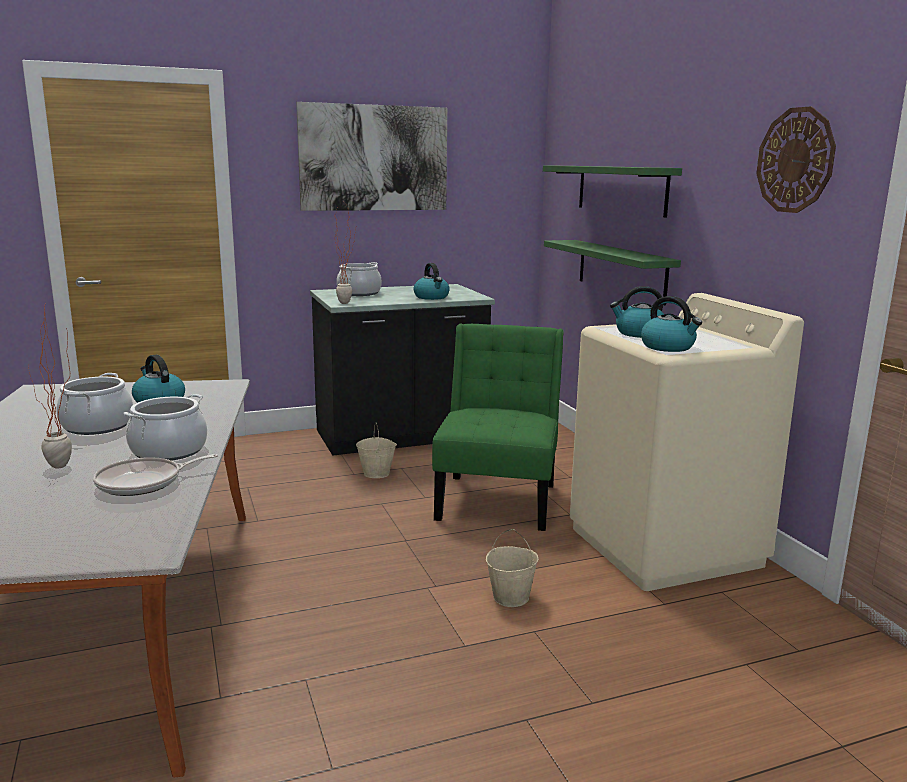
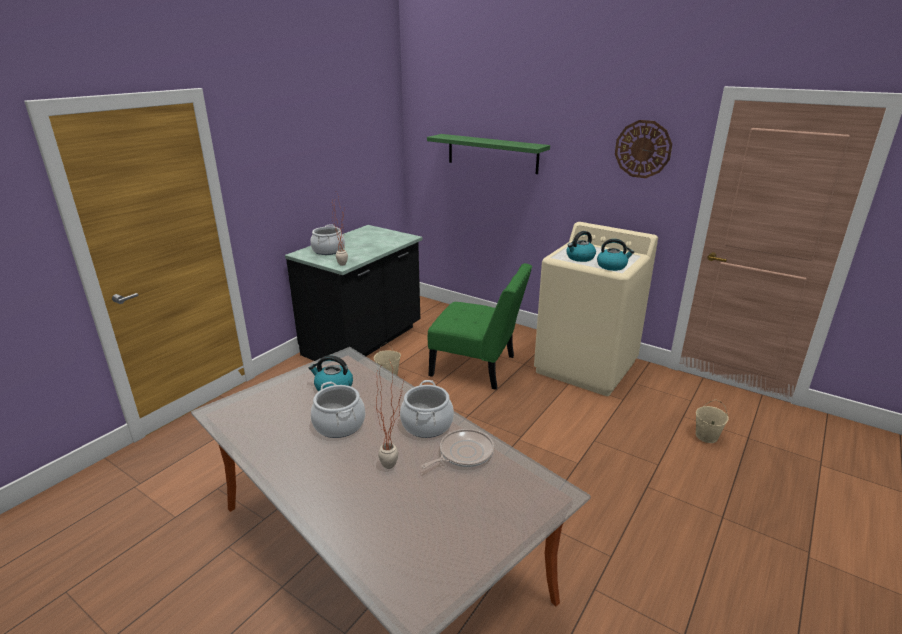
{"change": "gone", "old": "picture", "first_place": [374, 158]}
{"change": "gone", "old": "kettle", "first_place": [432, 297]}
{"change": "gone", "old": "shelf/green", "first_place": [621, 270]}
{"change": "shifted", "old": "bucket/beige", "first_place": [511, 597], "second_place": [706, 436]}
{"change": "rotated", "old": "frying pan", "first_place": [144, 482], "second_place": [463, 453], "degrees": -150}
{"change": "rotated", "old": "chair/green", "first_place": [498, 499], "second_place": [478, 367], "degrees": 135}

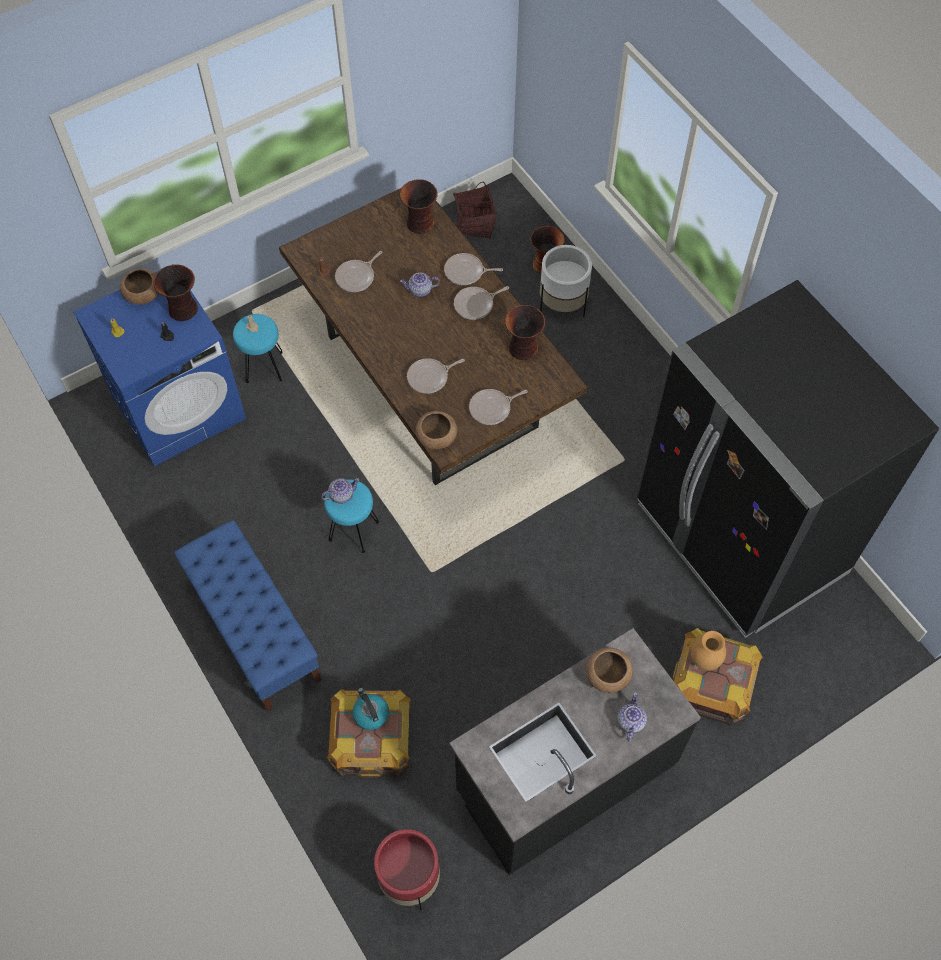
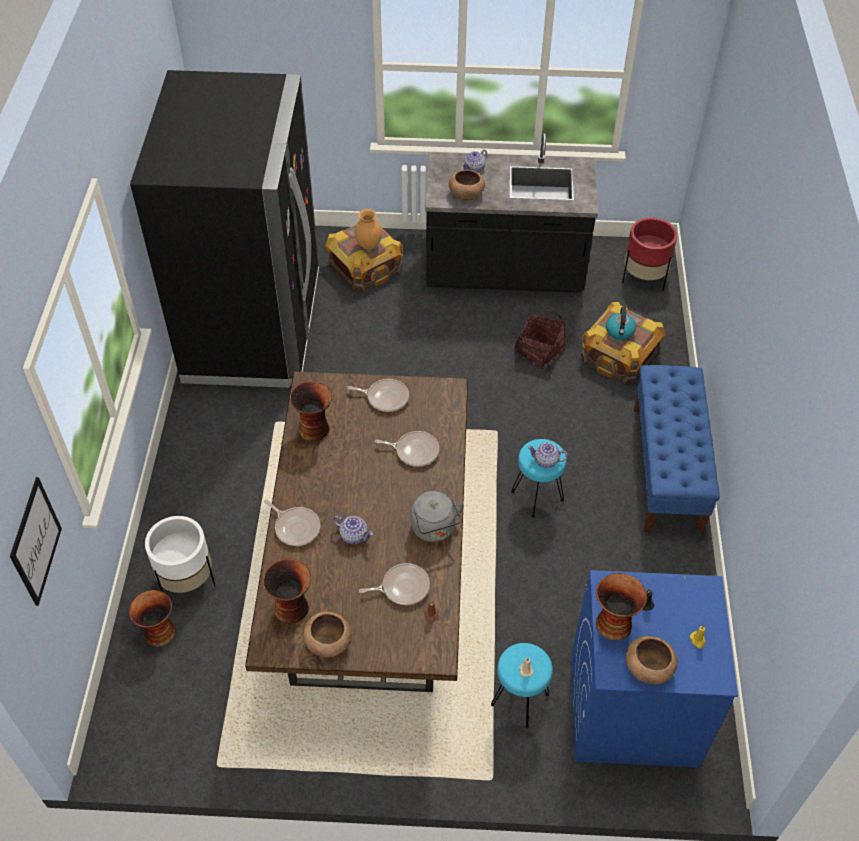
{"change": "gone", "old": "frying pan", "first_place": [476, 305]}
{"change": "new", "new": "picture", "second_place": [35, 541]}
{"change": "new", "new": "kettle/grey", "second_place": [434, 529]}
{"change": "shifted", "old": "bowl/brown", "first_place": [437, 438], "second_place": [328, 641]}
{"change": "shifted", "old": "basket", "first_place": [474, 224], "second_place": [539, 351]}

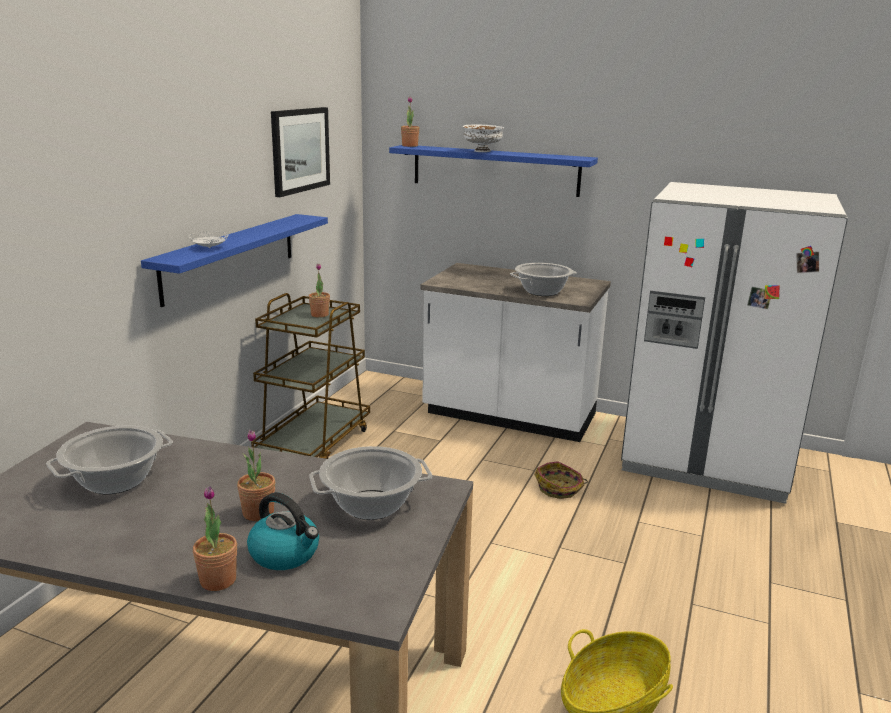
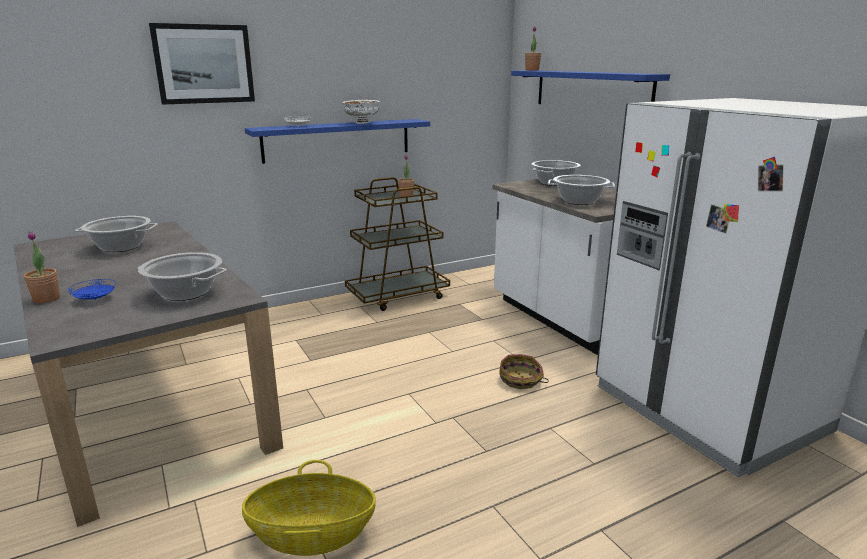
{"change": "gone", "old": "potted plant", "first_place": [258, 513]}
{"change": "new", "new": "cooking pot", "second_place": [554, 183]}
{"change": "shifted", "old": "picture", "first_place": [300, 150], "second_place": [204, 64]}
{"change": "shifted", "old": "bowl/white", "first_place": [482, 151], "second_place": [362, 123]}
{"change": "swapped", "old": "kettle", "new": "plate/blue", "first_place": [285, 554], "second_place": [95, 299]}

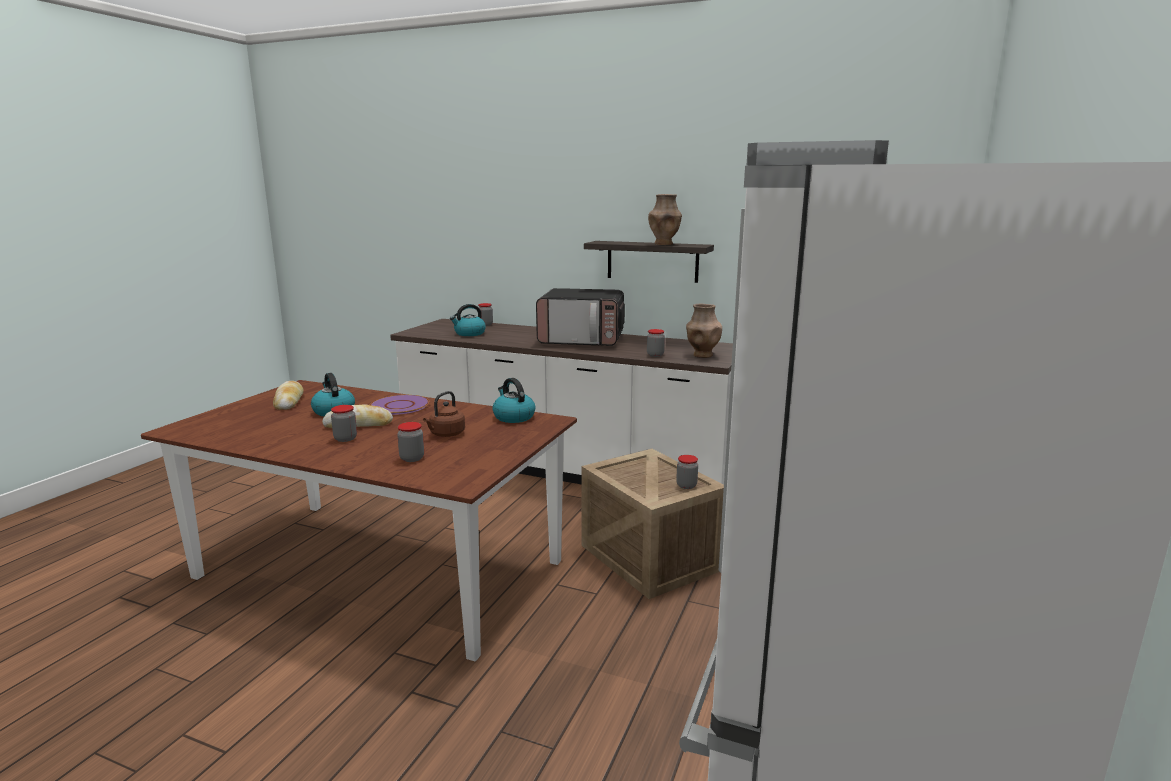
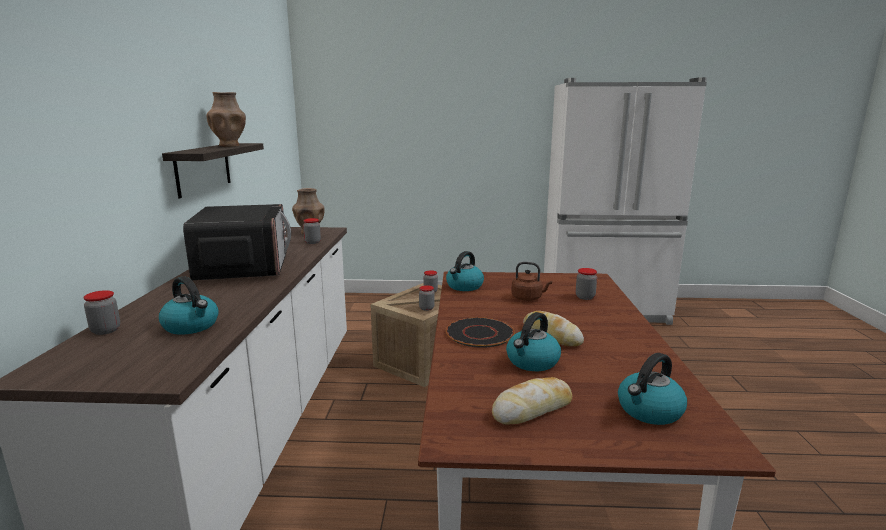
{"change": "new", "new": "kettle", "second_place": [649, 411]}
{"change": "shifted", "old": "jar", "first_place": [345, 438], "second_place": [426, 308]}
{"change": "repainted", "old": "plate/purple", "new": "plate/black", "first_place": [400, 406], "second_place": [479, 333]}

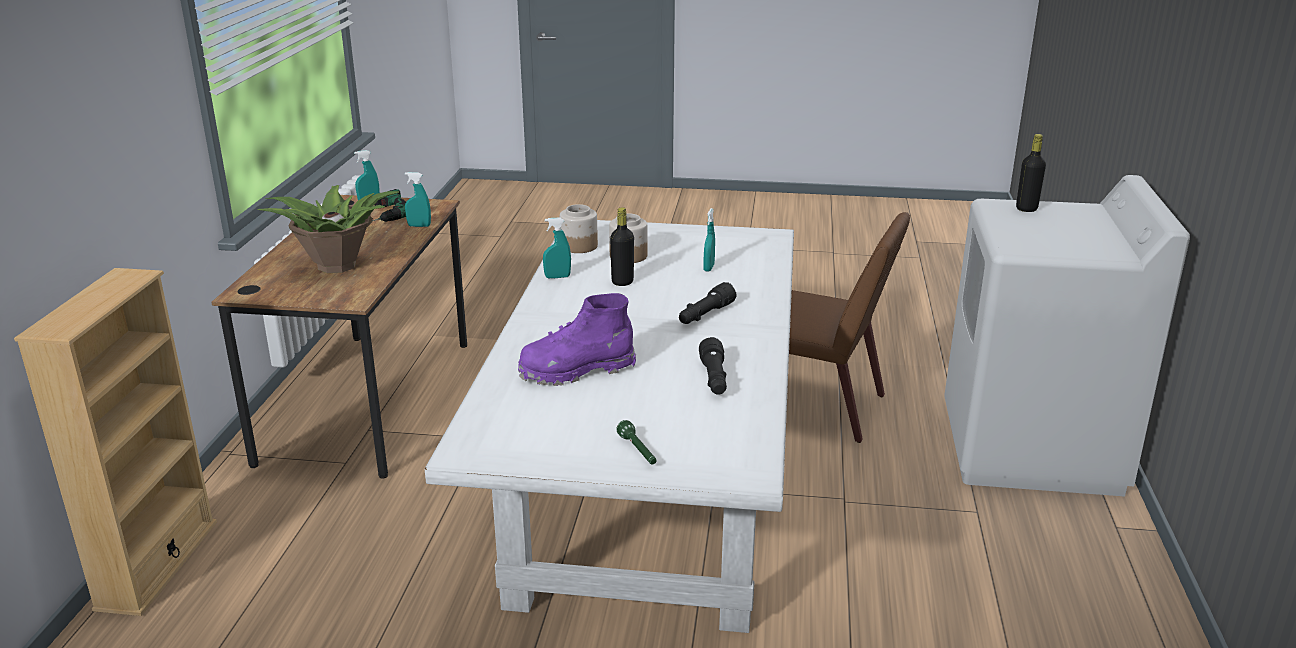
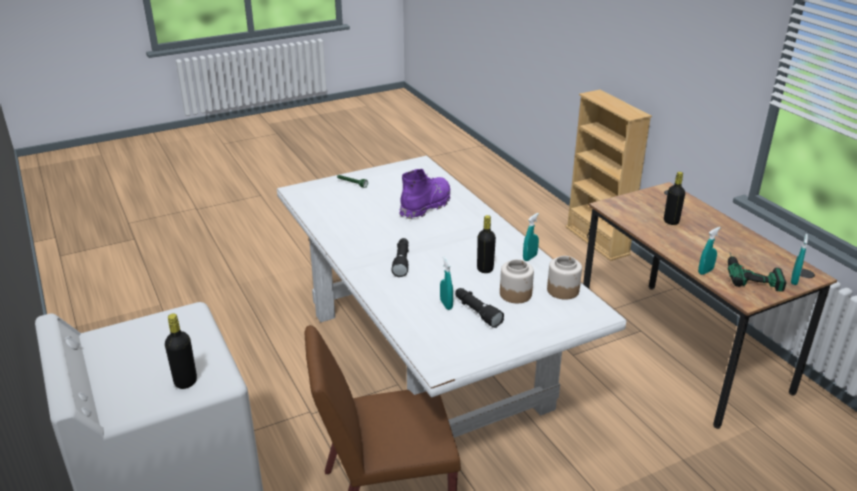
{"change": "shifted", "old": "flashlight/black", "first_place": [714, 379], "second_place": [477, 312]}
{"change": "swapped", "old": "potted plant", "new": "bottle/black", "first_place": [335, 265], "second_place": [671, 221]}

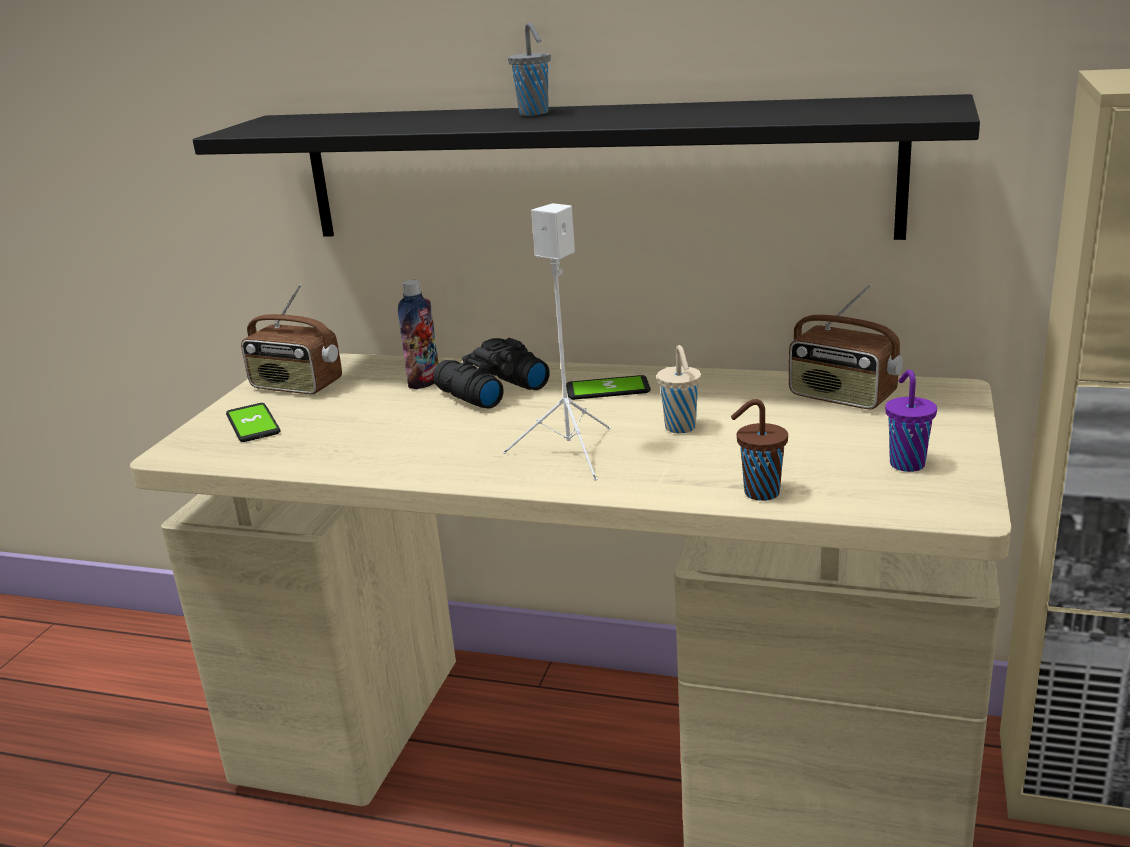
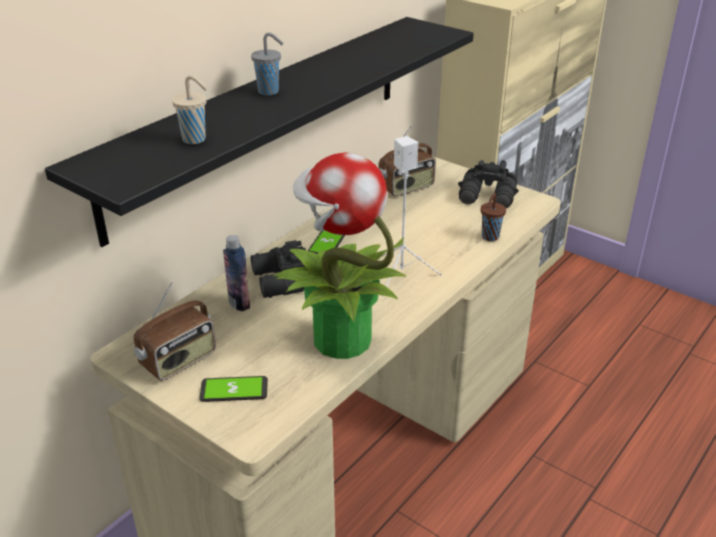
{"change": "new", "new": "potted plant", "second_place": [340, 339]}
{"change": "shifted", "old": "cup/beige", "first_place": [681, 428], "second_place": [195, 140]}
{"change": "swapped", "old": "cup/purple", "new": "binoculars/black", "first_place": [906, 463], "second_place": [488, 197]}

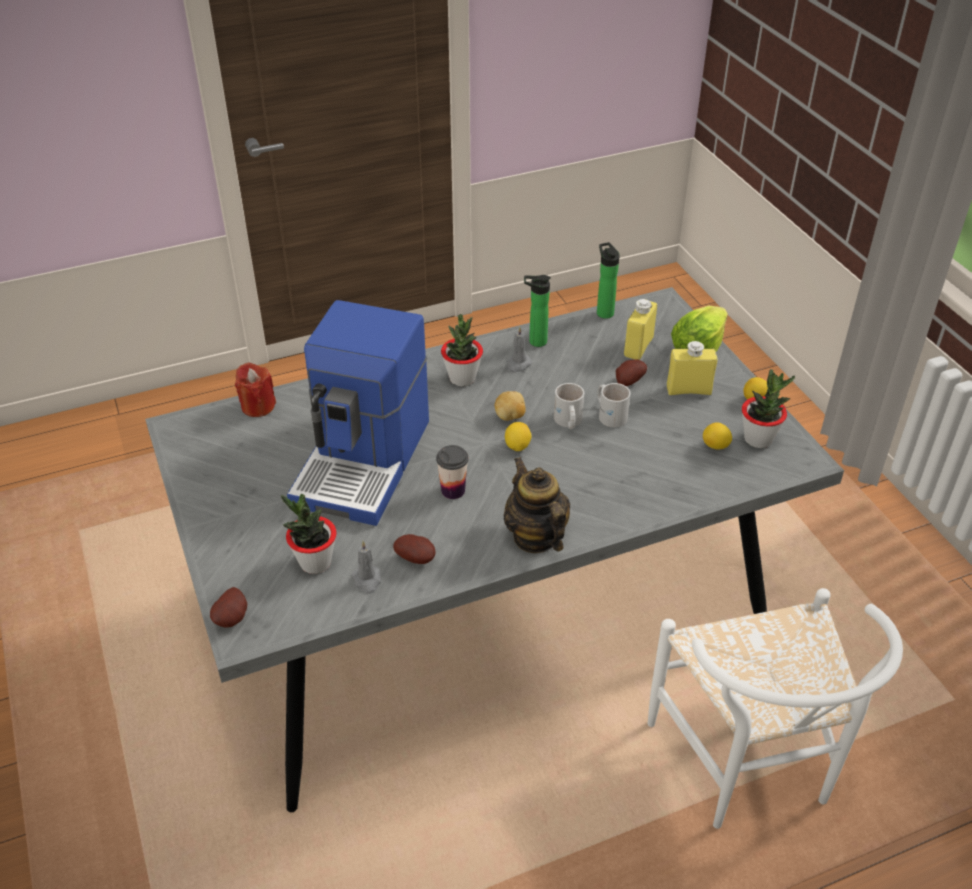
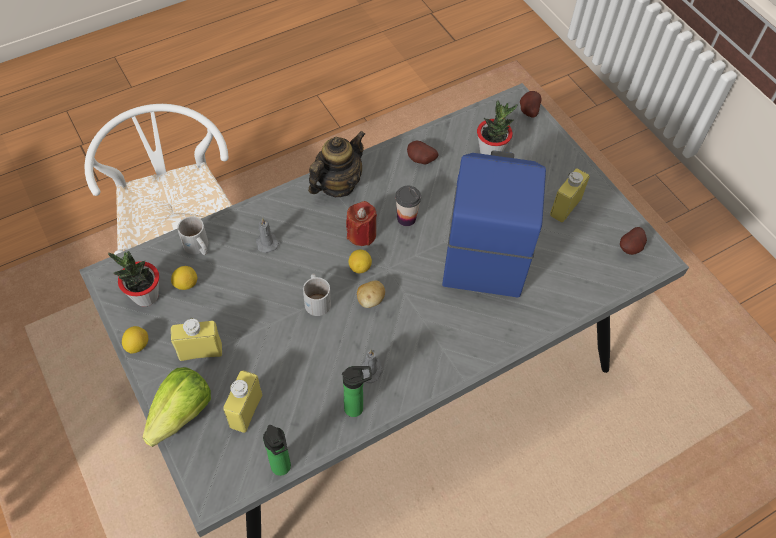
{"change": "gone", "old": "potted plant", "first_place": [462, 378]}
{"change": "new", "new": "bottle/yellow", "second_place": [565, 207]}
{"change": "shifted", "old": "candle/red", "first_place": [258, 406], "second_place": [361, 234]}
{"change": "shifted", "old": "candle/grey", "first_place": [367, 580], "second_place": [266, 242]}
{"change": "shifted", "old": "mug/white", "first_place": [610, 414], "second_place": [197, 247]}
{"change": "shifted", "old": "potato", "first_place": [627, 382], "second_place": [631, 248]}
{"change": "rotated", "old": "teapot", "first_place": [535, 537], "second_place": [337, 184], "degrees": -105}

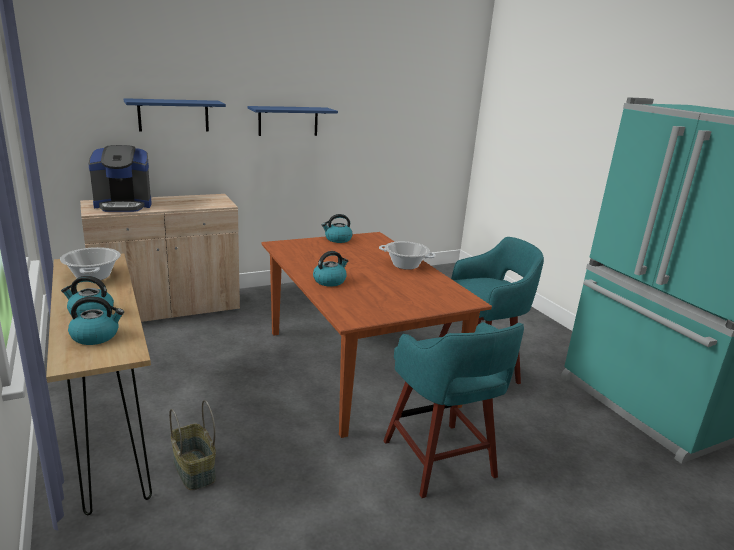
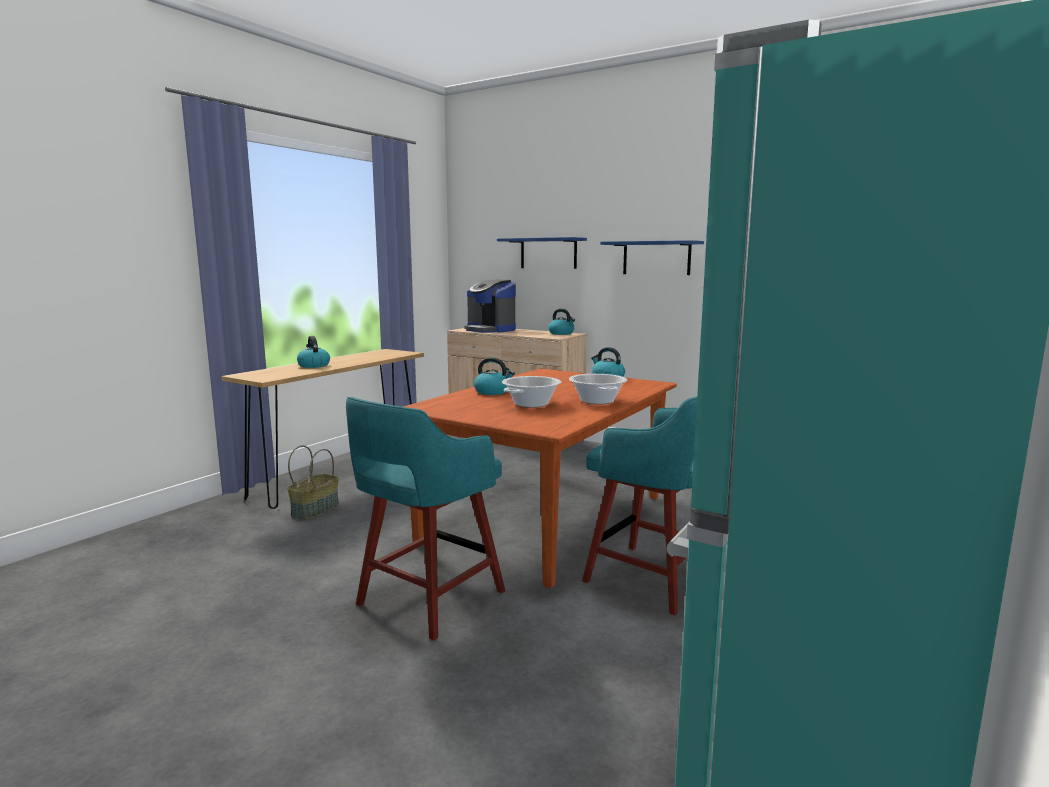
{"change": "shifted", "old": "cooking pot", "first_place": [93, 276], "second_place": [531, 404]}
{"change": "shifted", "old": "kettle", "first_place": [96, 336], "second_place": [561, 333]}

